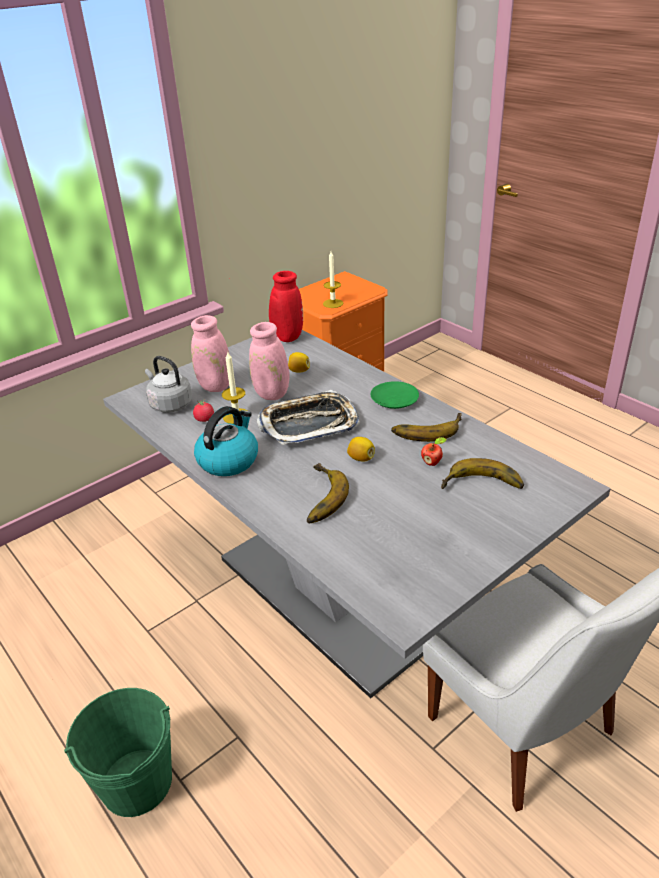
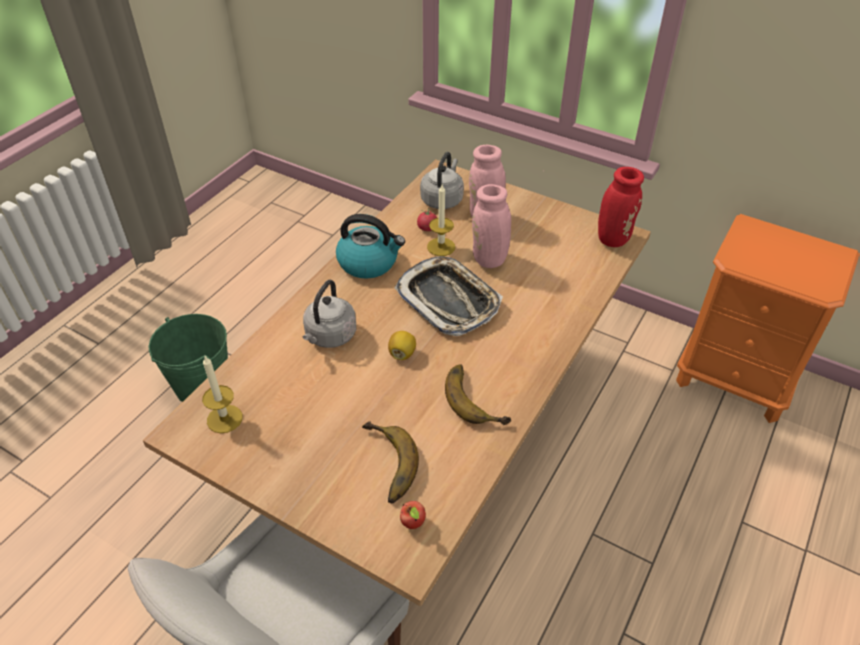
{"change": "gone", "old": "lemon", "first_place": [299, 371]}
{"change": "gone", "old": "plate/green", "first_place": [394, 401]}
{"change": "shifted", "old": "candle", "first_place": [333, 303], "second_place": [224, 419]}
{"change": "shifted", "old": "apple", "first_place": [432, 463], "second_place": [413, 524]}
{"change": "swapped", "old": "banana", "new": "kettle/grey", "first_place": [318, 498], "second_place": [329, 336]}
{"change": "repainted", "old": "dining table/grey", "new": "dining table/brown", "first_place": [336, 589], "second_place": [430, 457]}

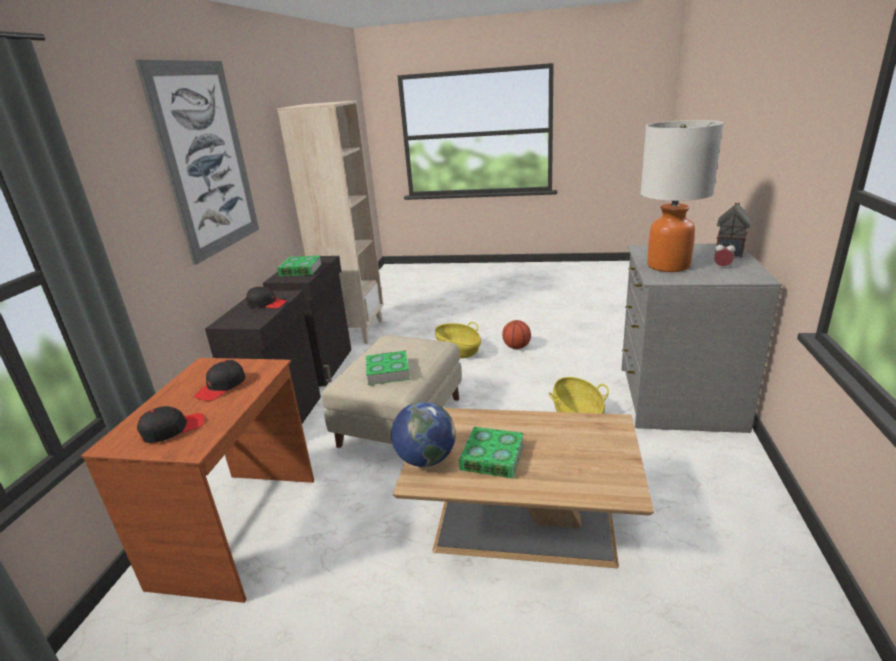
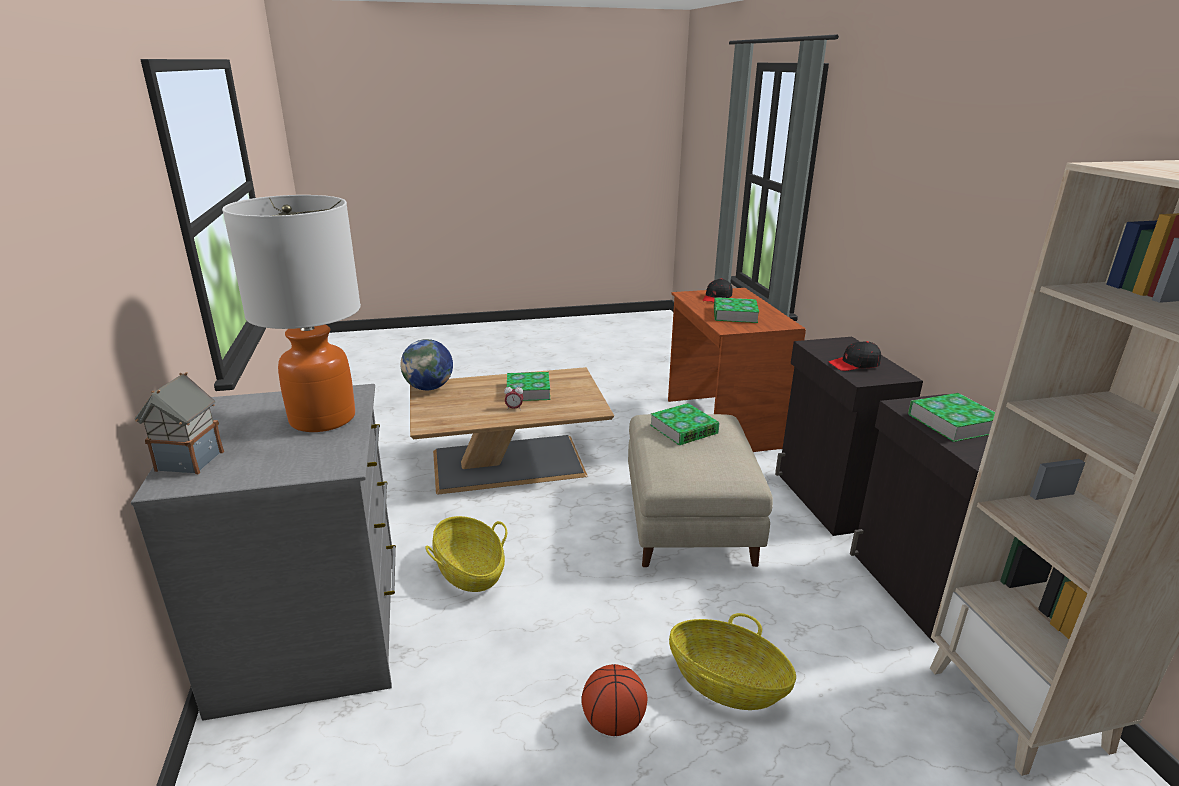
{"change": "gone", "old": "picture", "first_place": [206, 159]}
{"change": "shifted", "old": "globe", "first_place": [426, 459], "second_place": [429, 388]}
{"change": "shifted", "old": "alarm clock", "first_place": [722, 267], "second_place": [514, 408]}
{"change": "swapped", "old": "cap/black", "new": "book", "first_place": [221, 387], "second_place": [735, 315]}

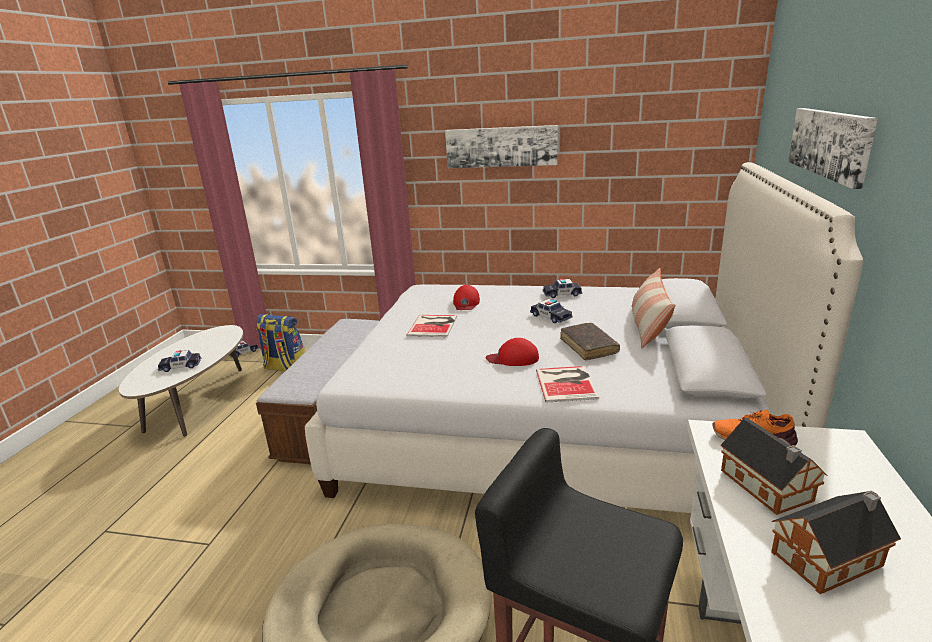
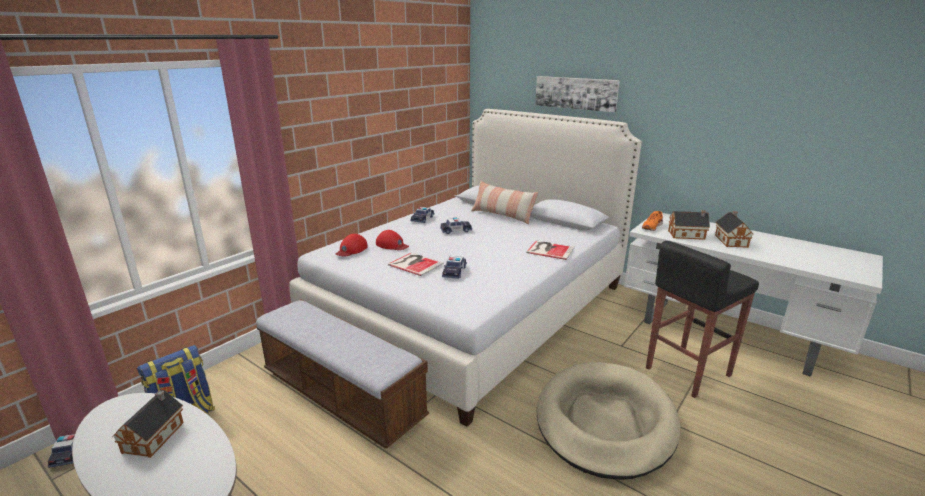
{"change": "gone", "old": "picture", "first_place": [501, 147]}
{"change": "gone", "old": "book/brown", "first_place": [588, 347]}
{"change": "new", "new": "toy house", "second_place": [155, 435]}
{"change": "shifted", "old": "toy car", "first_place": [180, 366], "second_place": [454, 272]}
{"change": "shifted", "old": "cap/red", "first_place": [513, 358], "second_place": [351, 250]}

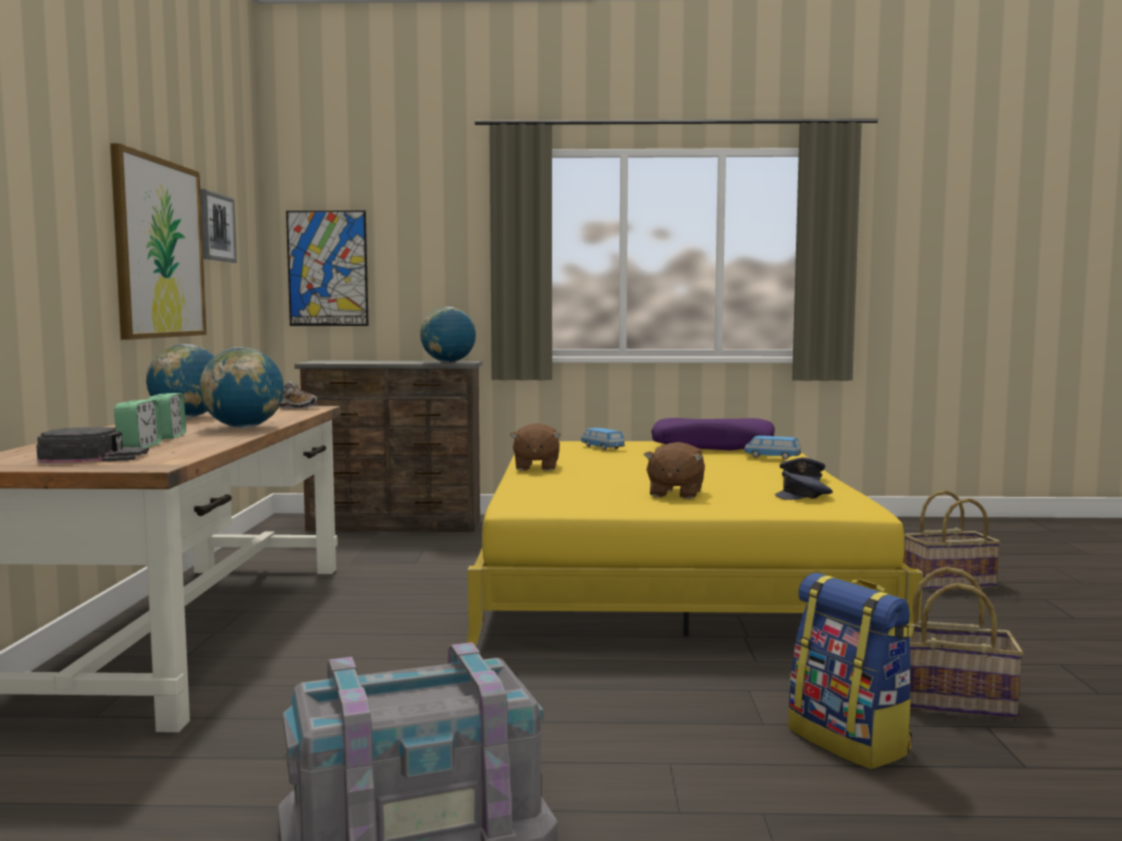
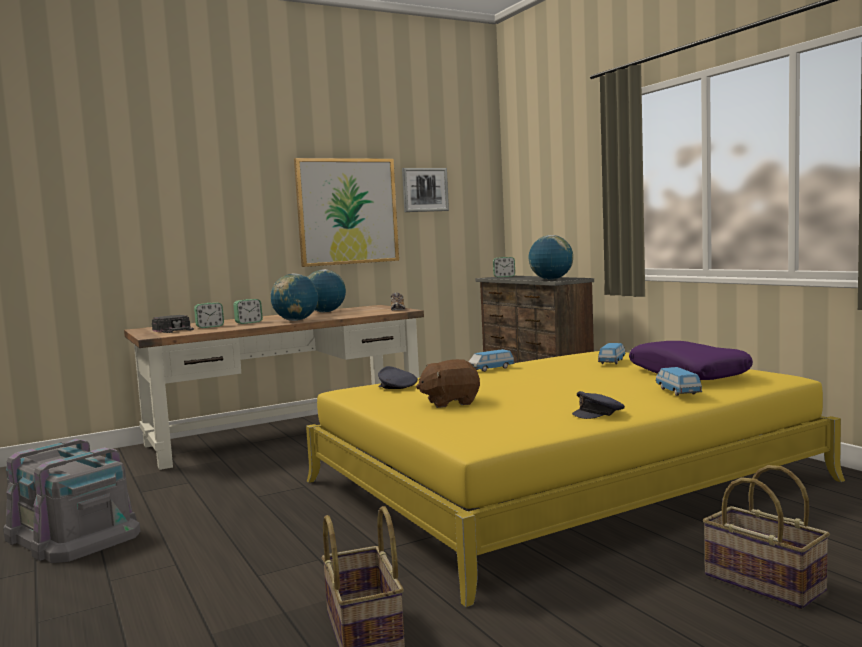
{"change": "gone", "old": "picture", "first_place": [327, 268]}
{"change": "gone", "old": "backpack", "first_place": [850, 741]}
{"change": "new", "new": "alarm clock", "second_place": [504, 276]}
{"change": "shifted", "old": "cap/grey", "first_place": [804, 496], "second_place": [396, 387]}
{"change": "swapped", "old": "plush toy/brown", "new": "toy car", "first_place": [535, 467], "second_place": [491, 369]}

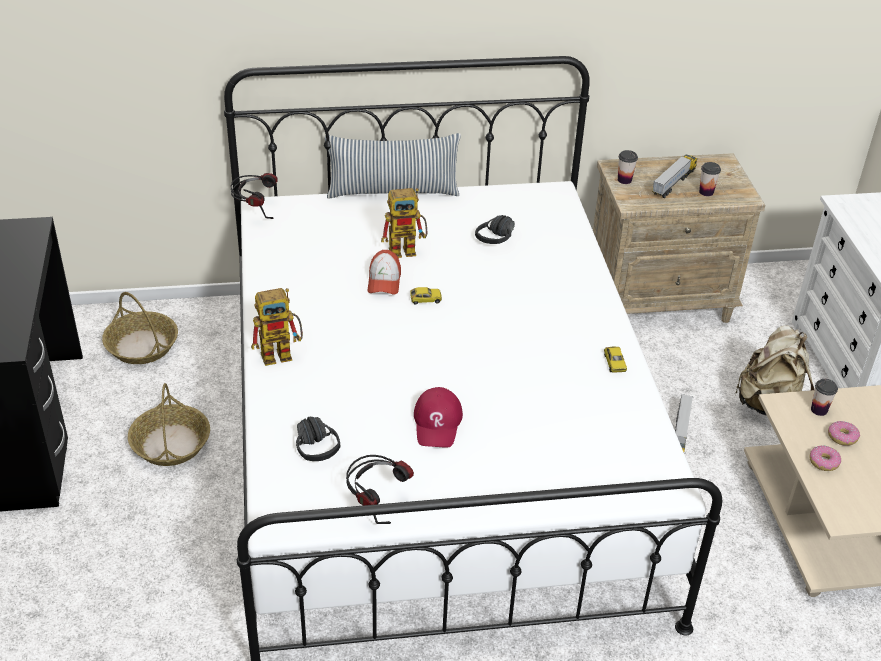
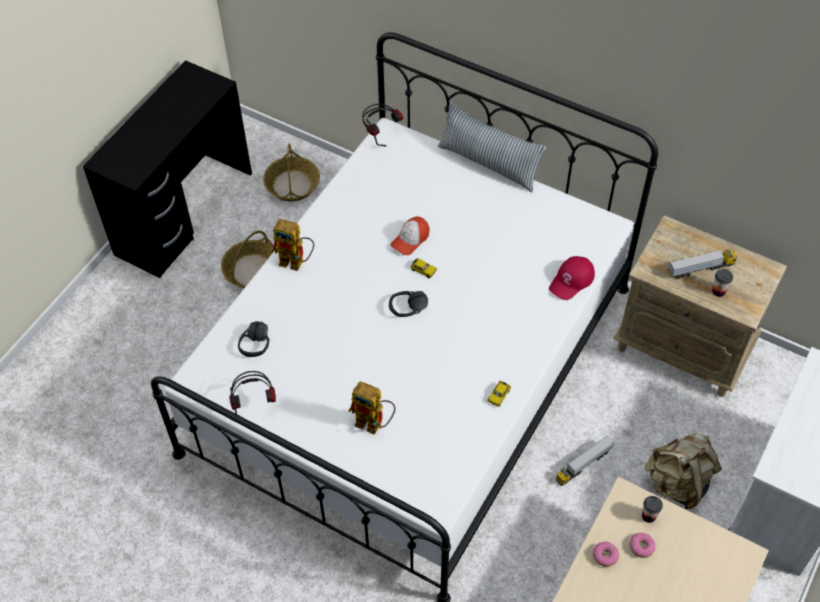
{"change": "gone", "old": "cup", "first_place": [624, 180]}
{"change": "shifted", "old": "toy robot", "first_place": [408, 249], "second_place": [374, 424]}
{"change": "shifted", "old": "cap/red", "first_place": [437, 423], "second_place": [572, 280]}
{"change": "shifted", "old": "headphones/black", "first_place": [501, 241], "second_place": [410, 312]}

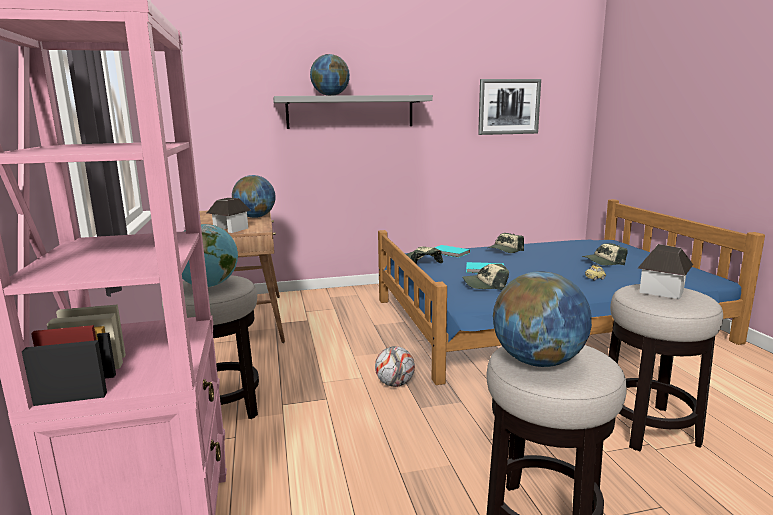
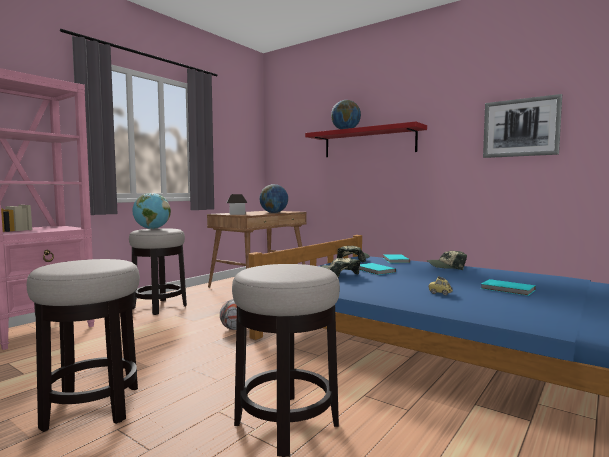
{"change": "gone", "old": "globe", "first_place": [538, 361]}
{"change": "gone", "old": "toy house", "first_place": [662, 291]}
{"change": "swapped", "old": "cap", "new": "book/turquoise", "first_place": [603, 262], "second_place": [508, 289]}
{"change": "repainted", "old": "shelf/grey", "new": "shelf/red", "first_place": [350, 112], "second_place": [368, 142]}

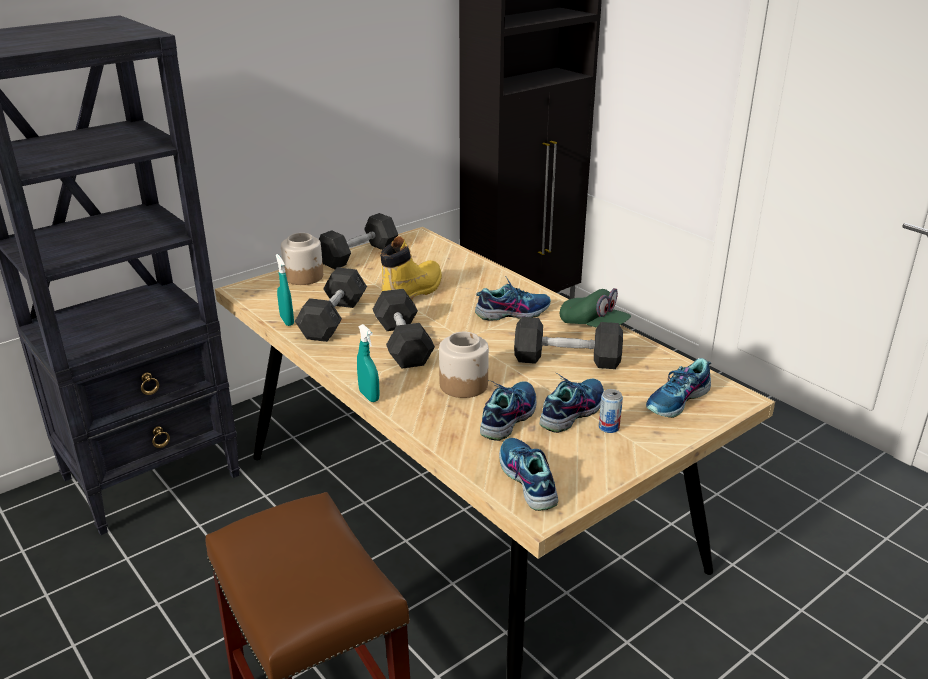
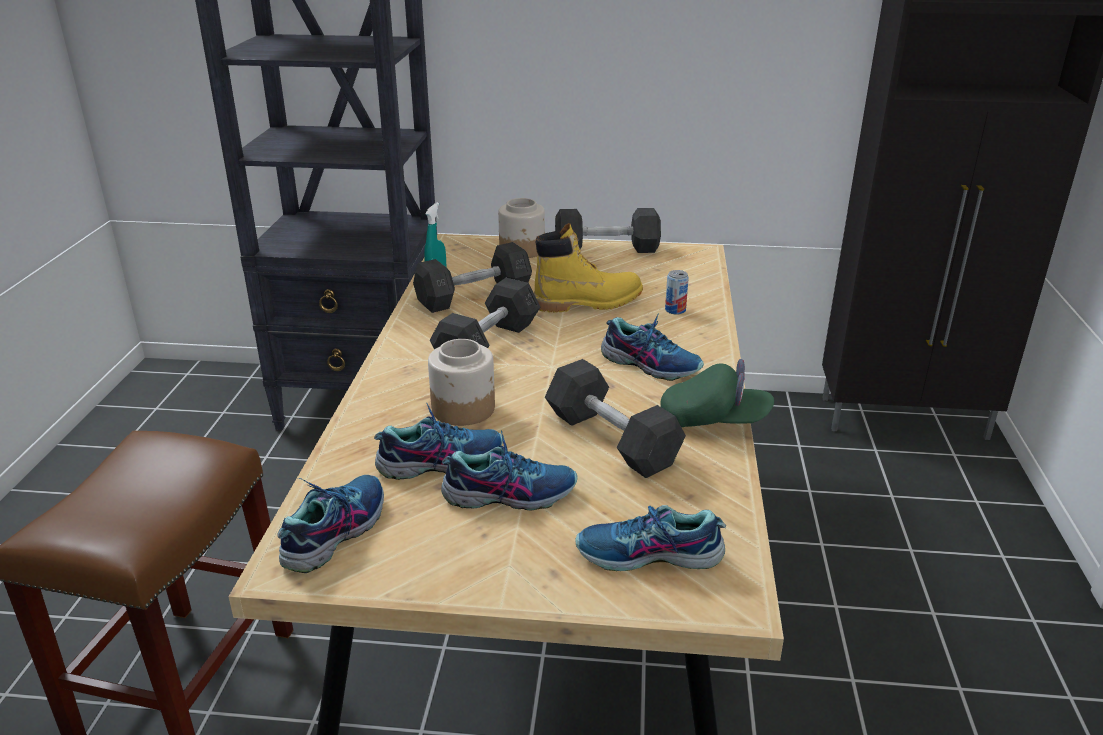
{"change": "gone", "old": "spray bottle/turquoise", "first_place": [369, 396]}
{"change": "shifted", "old": "can", "first_place": [609, 427], "second_place": [675, 310]}
{"change": "rotated", "old": "cap/green", "first_place": [593, 326], "second_place": [714, 420], "degrees": -75}

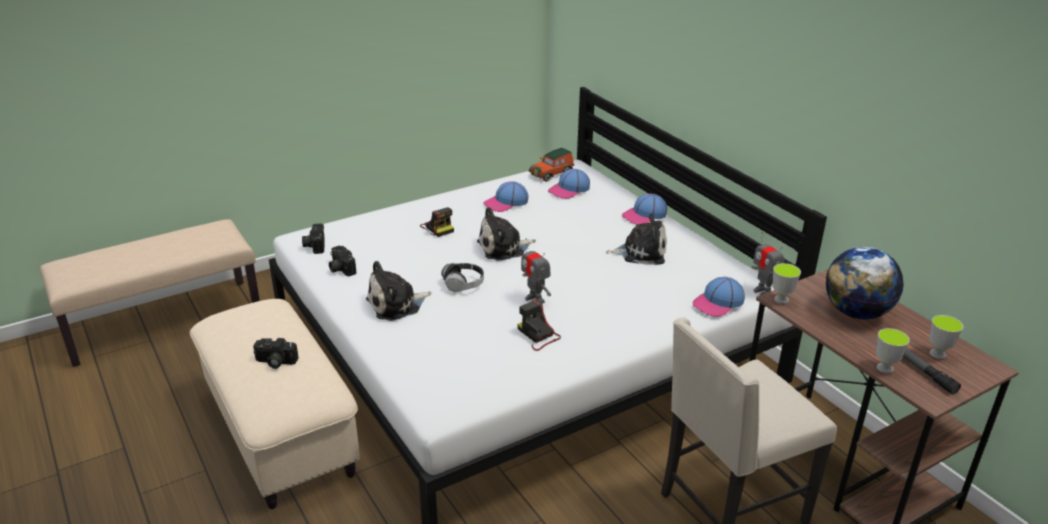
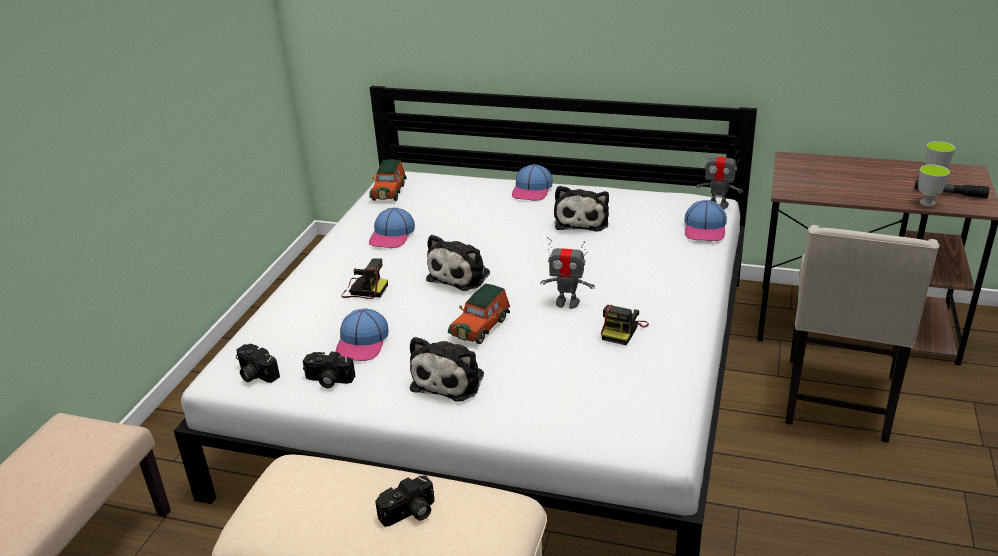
{"change": "gone", "old": "cup", "first_place": [781, 299]}
{"change": "gone", "old": "globe", "first_place": [856, 312]}
{"change": "shifted", "old": "cap", "first_place": [569, 190], "second_place": [362, 343]}
{"change": "swapped", "old": "headphones", "new": "toy car", "first_place": [463, 284], "second_place": [481, 326]}
{"change": "rotated", "old": "photo camera", "first_place": [538, 336], "second_place": [622, 330], "degrees": -75}
{"change": "rotated", "old": "plush toy", "first_place": [641, 252], "second_place": [582, 220], "degrees": 135}

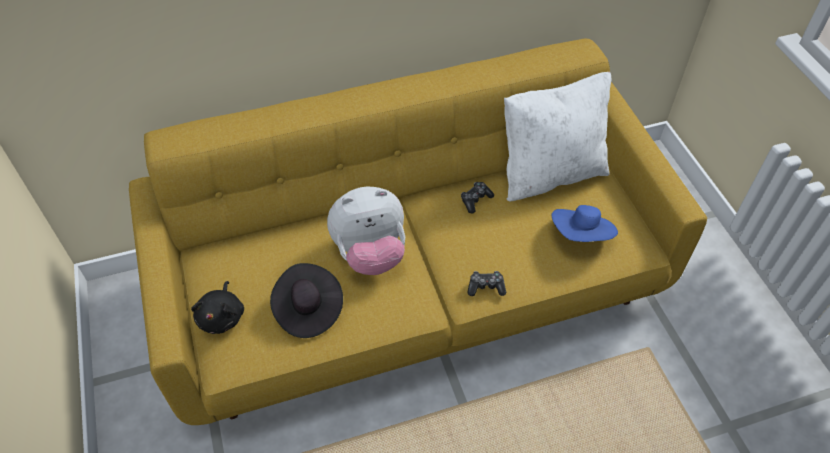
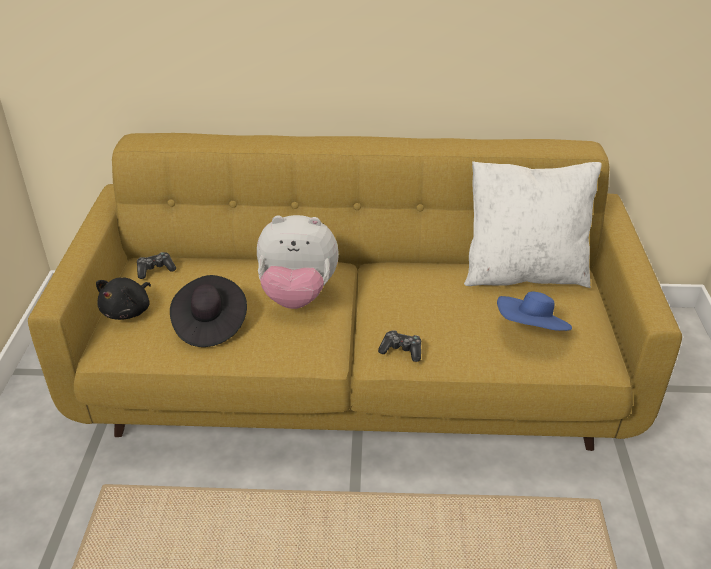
{"change": "shifted", "old": "game controller", "first_place": [475, 200], "second_place": [155, 270]}

